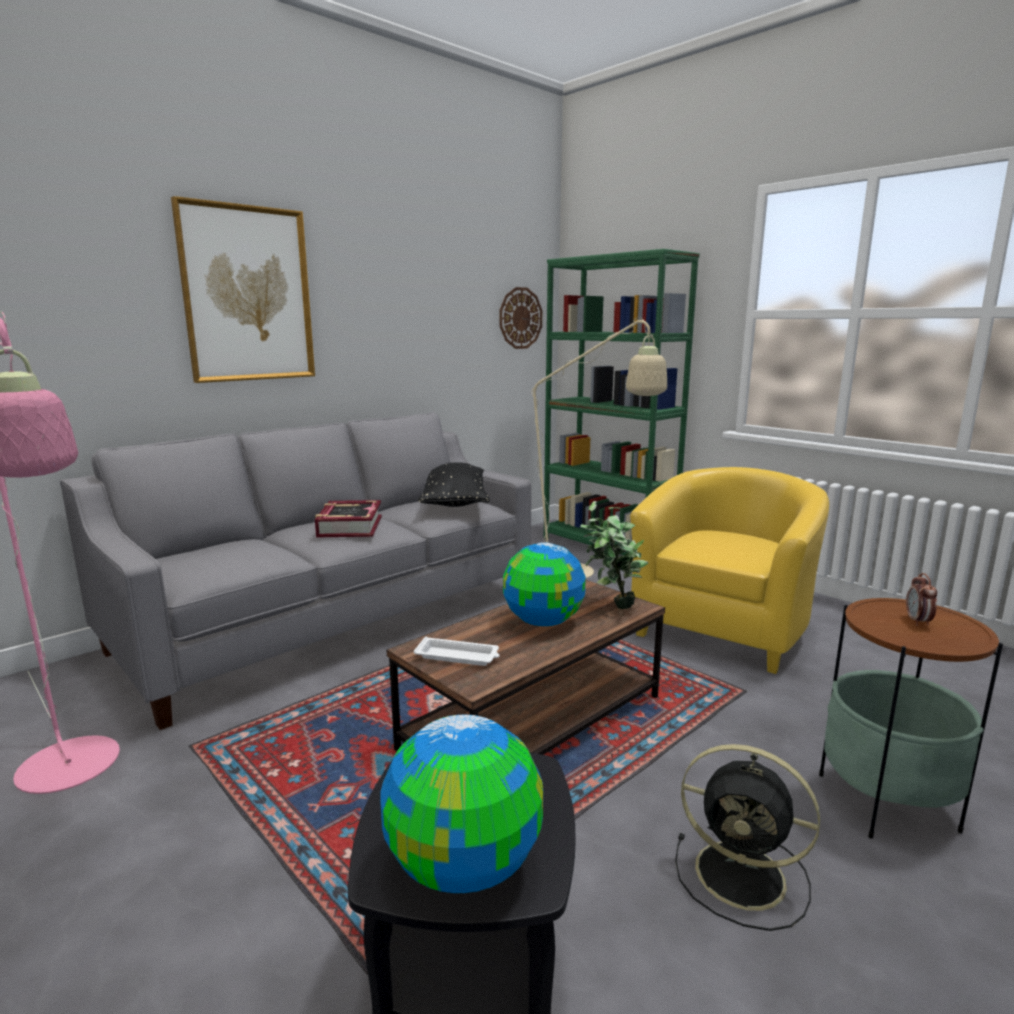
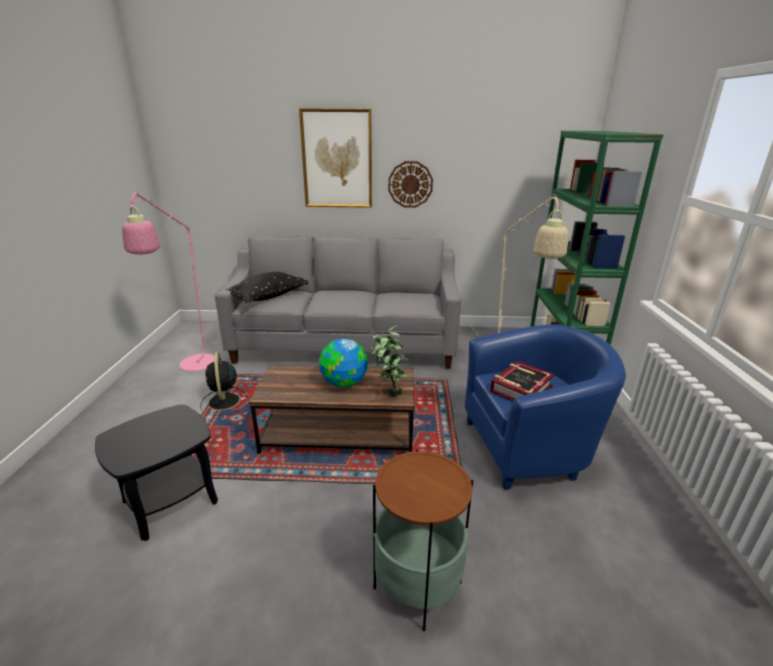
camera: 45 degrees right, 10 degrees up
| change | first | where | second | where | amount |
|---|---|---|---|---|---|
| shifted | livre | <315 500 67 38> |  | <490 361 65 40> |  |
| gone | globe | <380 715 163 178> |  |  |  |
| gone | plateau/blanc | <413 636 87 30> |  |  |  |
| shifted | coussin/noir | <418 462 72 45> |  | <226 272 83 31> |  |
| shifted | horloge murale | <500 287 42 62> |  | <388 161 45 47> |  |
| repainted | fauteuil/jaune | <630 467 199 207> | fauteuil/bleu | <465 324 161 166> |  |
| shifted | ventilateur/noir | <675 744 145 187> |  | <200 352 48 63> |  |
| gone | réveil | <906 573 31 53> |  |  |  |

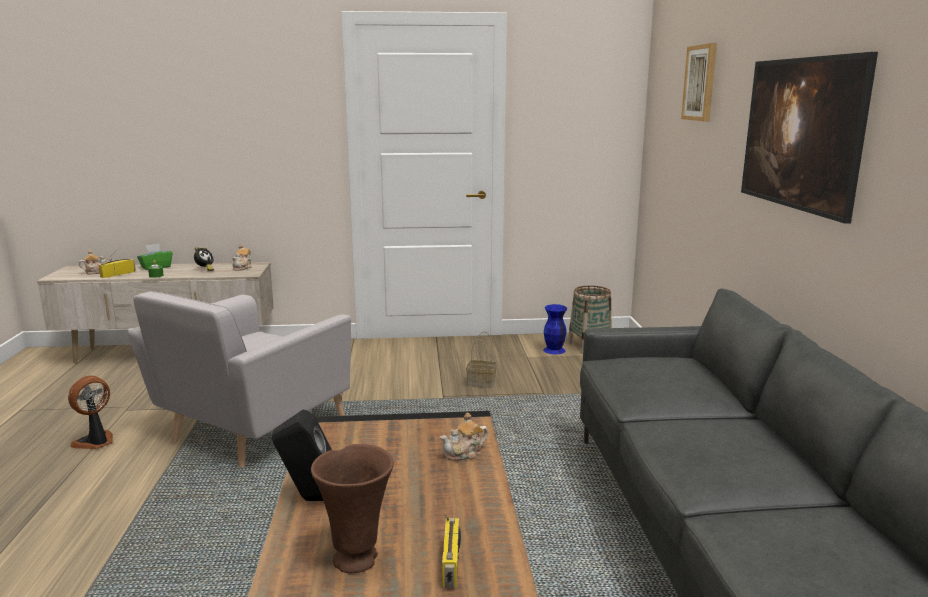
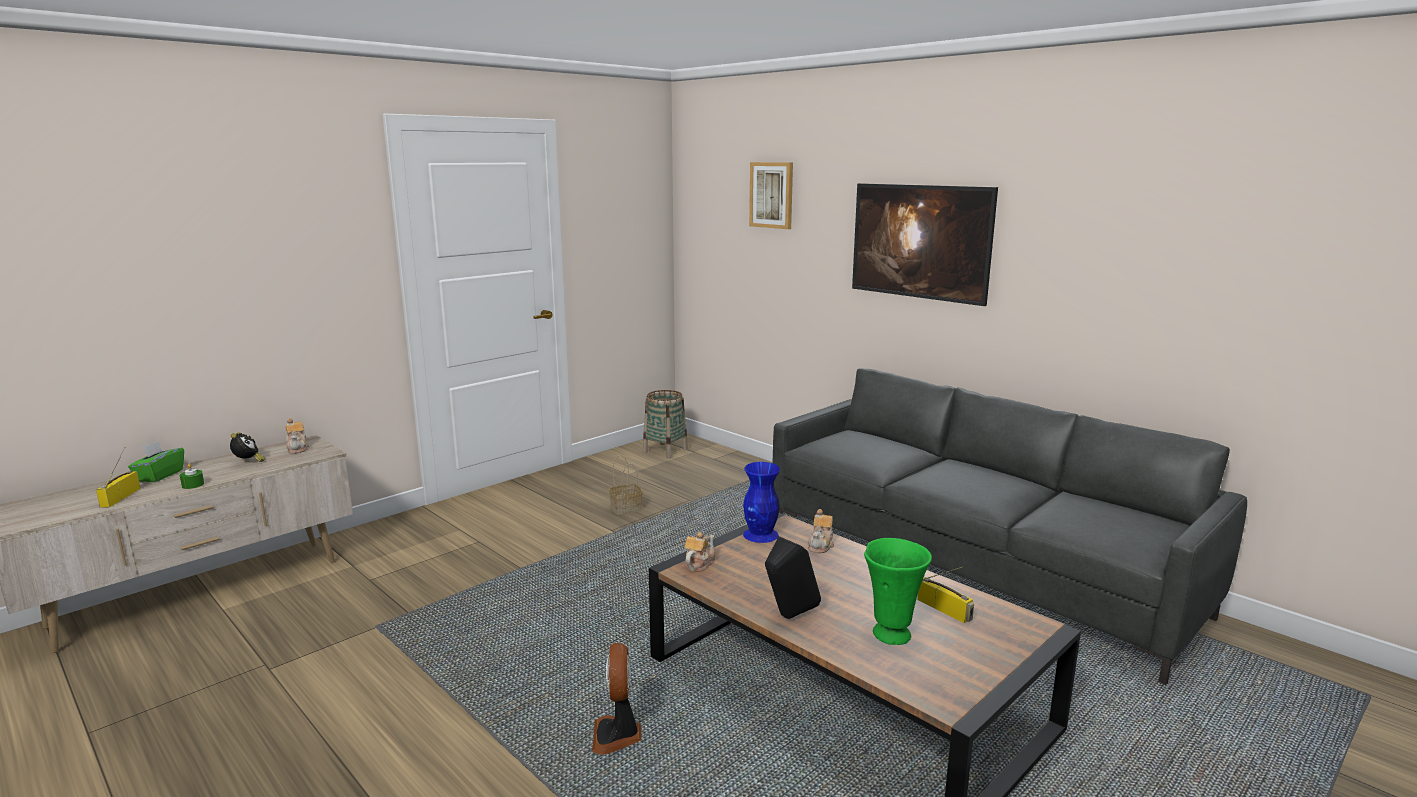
camera: 40 degrees left, 0 degrees up
| change | first | where | second | where | amount |
|---|---|---|---|---|---|
| shifted | ventilateur | <68 376 45 73> |  | <592 643 49 112> |  |
| shifted | théière | <79 250 33 24> |  | <685 532 30 40> |  |
| gone | fauteuil/gris | <128 291 223 176> |  |  |  |
| repainted | vase/marron | <311 444 83 129> | vase/vert | <864 538 68 107> |  |
| shifted | vase/bleu | <543 304 24 50> |  | <743 462 37 81> |  |

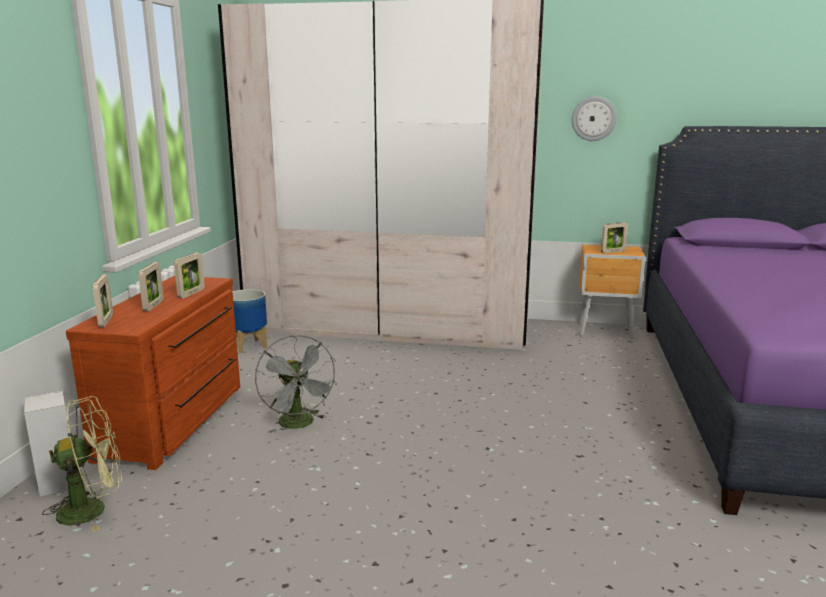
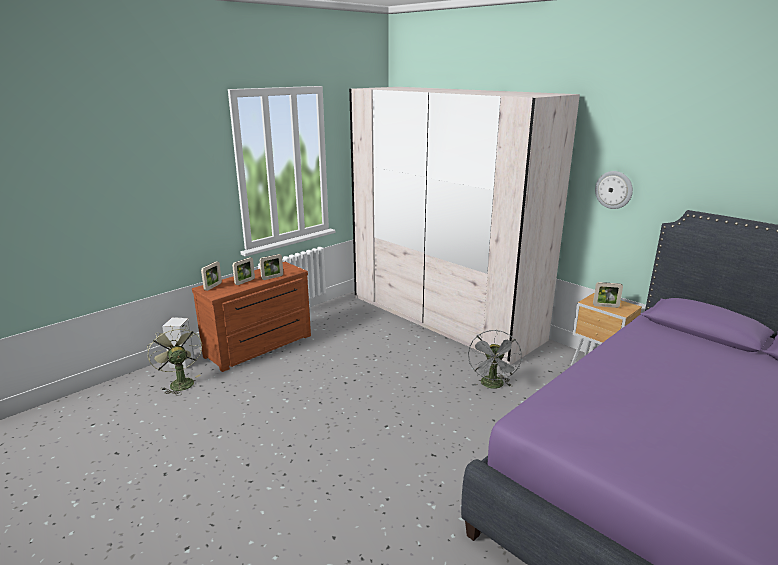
camera: 35 degrees right, 5 degrees up
| change | first | where | second | where | amount |
|---|---|---|---|---|---|
| rotated | ventilateur/vert | <42 396 80 136> |  | <147 326 55 70> | 135 degrees counterclockwise |
| gone | cache-pot | <233 289 34 64> |  |  |  |
| shifted | ventilateur/gris | <255 335 82 98> |  | <468 330 54 59> |  |

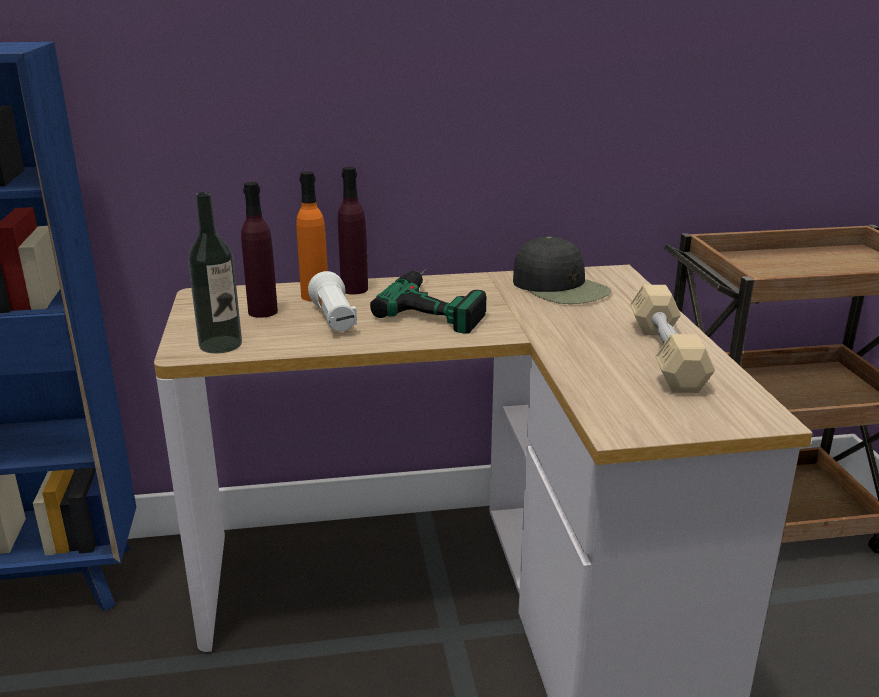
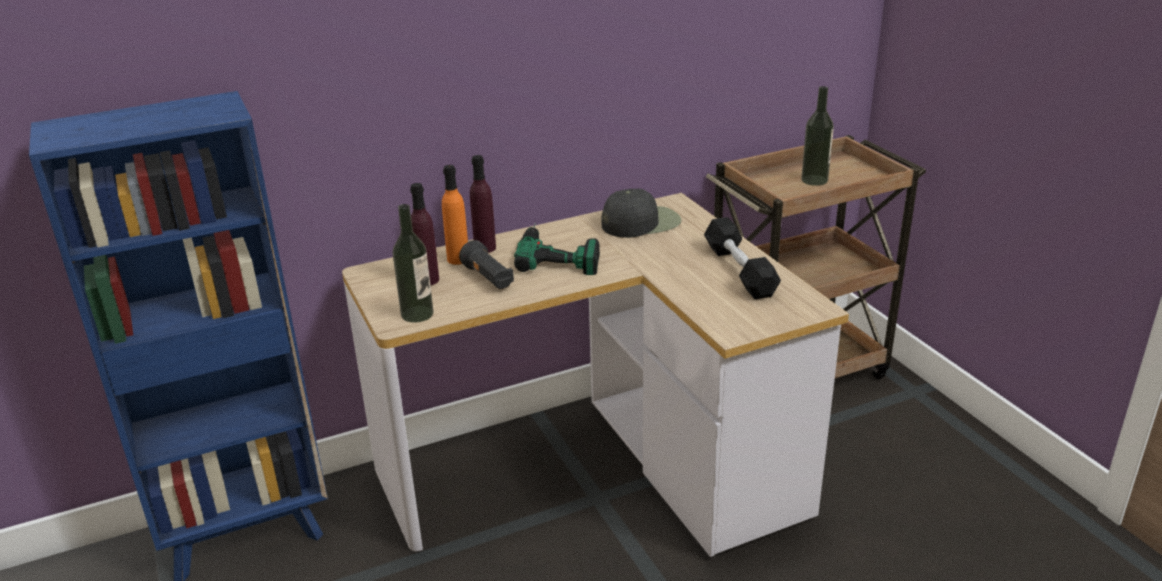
camera: 15 degrees left, 5 degrees up
| change | first | where | second | where | amount |
|---|---|---|---|---|---|
| repainted | lampe de poche/blanc | <308 271 49 61> | lampe de poche/noir | <459 240 55 49> |  |
| rotated | casquette/noir | <513 237 98 67> |  | <601 189 80 49> | 60 degrees counterclockwise |
| repainted | haltère/beige | <630 285 85 108> | haltère/noir | <704 217 77 82> |  |
| new |  |  | bouteille | <801 86 33 100> |  |

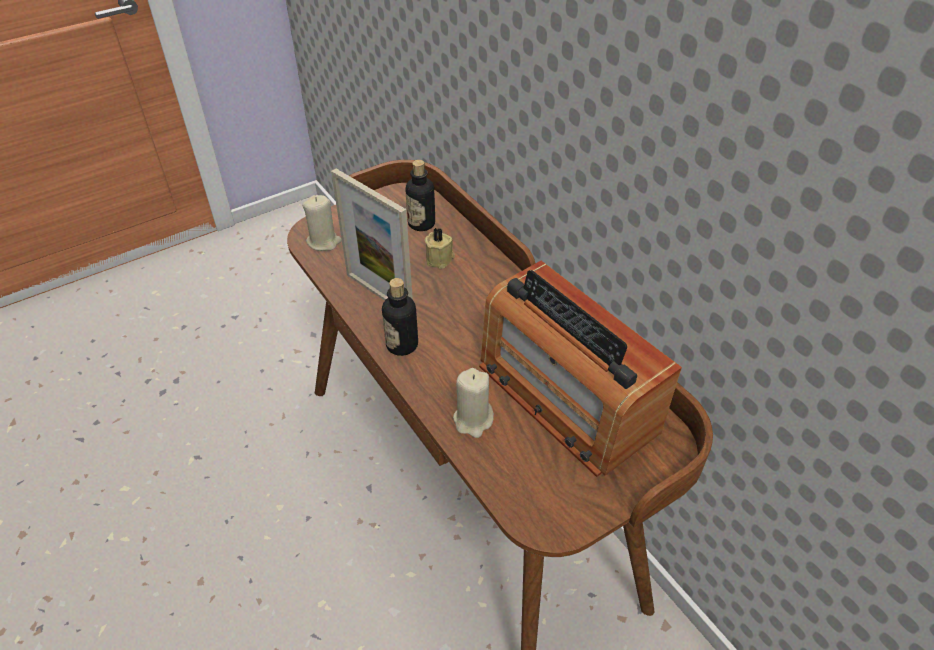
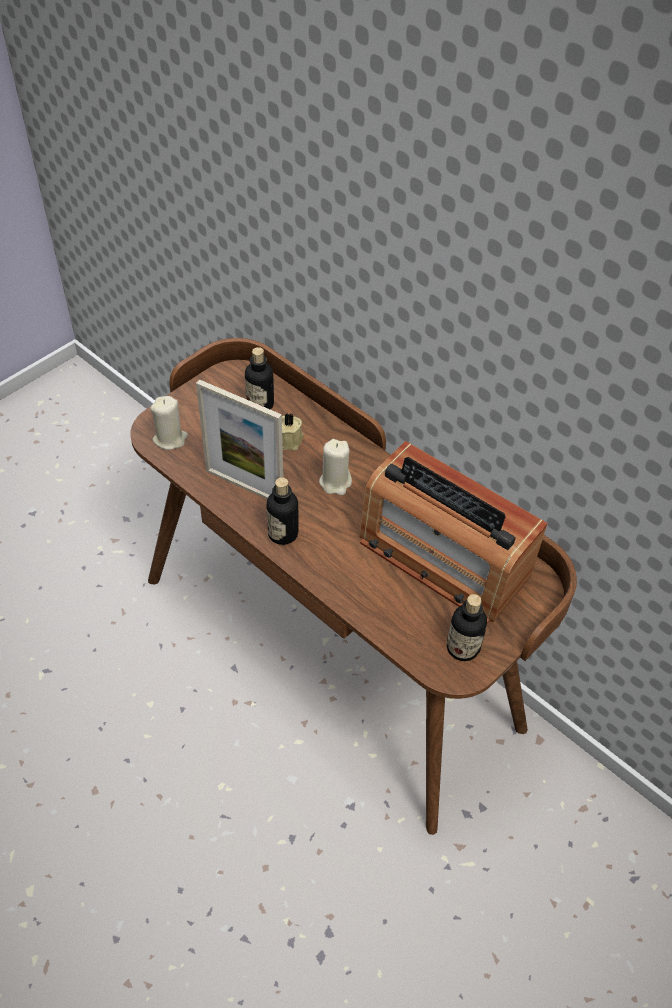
camera: 15 degrees left, 5 degrees up
| change | first | where | second | where | amount |
|---|---|---|---|---|---|
| shifted | bougie/beige | <453 368 41 70> |  | <319 439 33 56> |  |
| new |  |  | bouteille | <447 594 40 67> |  |

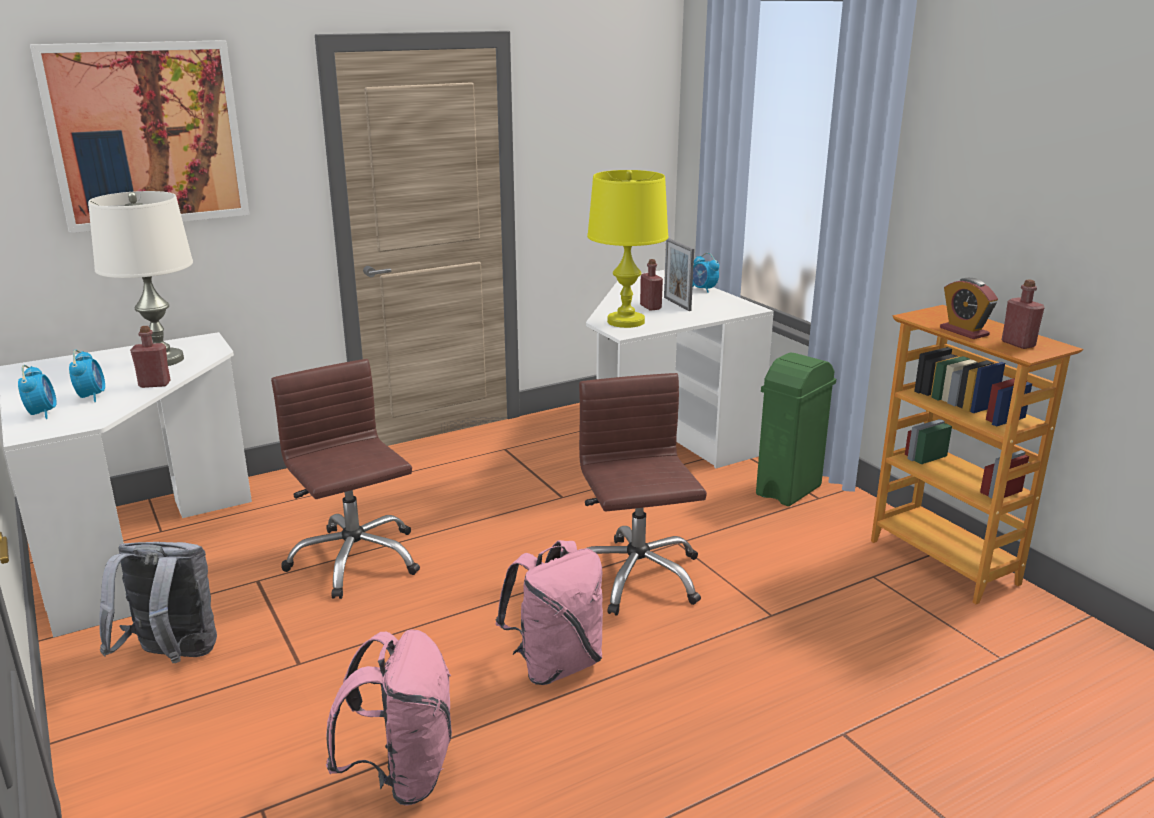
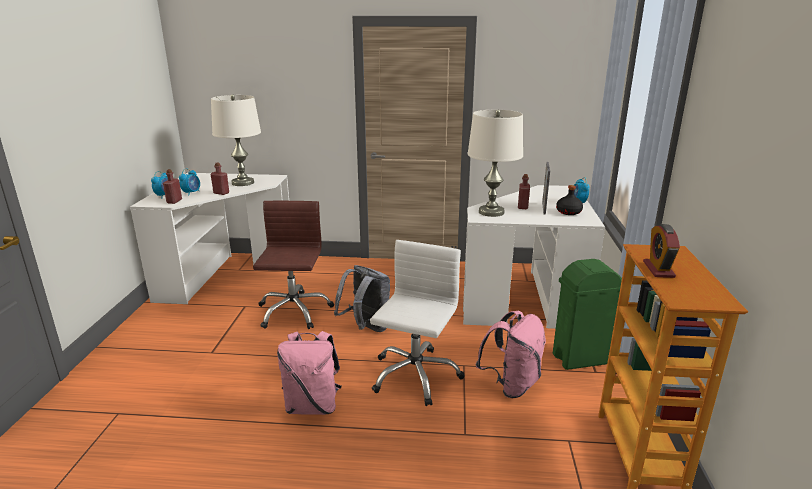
camera: 35 degrees right, 0 degrees up
| change | first | where | second | where | amount |
|---|---|---|---|---|---|
| gone | tableau | <30 40 220 193> |  |  |  |
| shifted | sac à dos/gris | <99 542 118 121> |  | <334 265 56 67> |  |
| shifted | sac à dos/rose | <326 629 126 176> |  | <476 311 70 87> |  |
| repainted | chaise de bureau/marron | <579 373 128 243> | chaise de bureau/blanc | <370 240 95 166> |  |
| repainted | lampe de table/jaune | <587 170 81 158> | lampe de table/blanc | <468 110 55 107> |  |
| shifted | bouteille/rouge | <1002 280 43 69> |  | <163 169 19 35> |  |
| new |  |  | bouteille/noir | <556 185 27 30> |  |

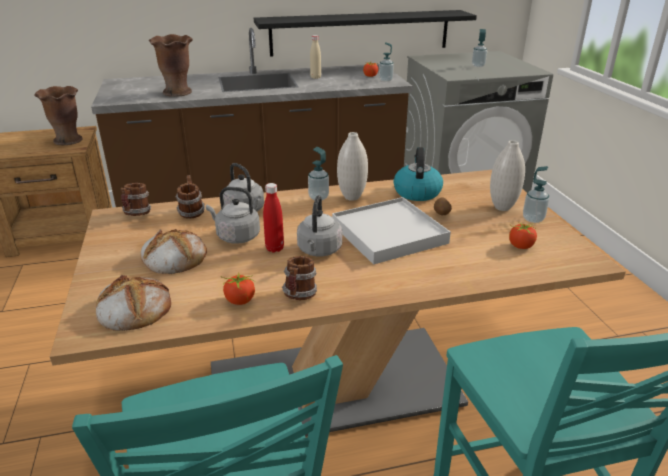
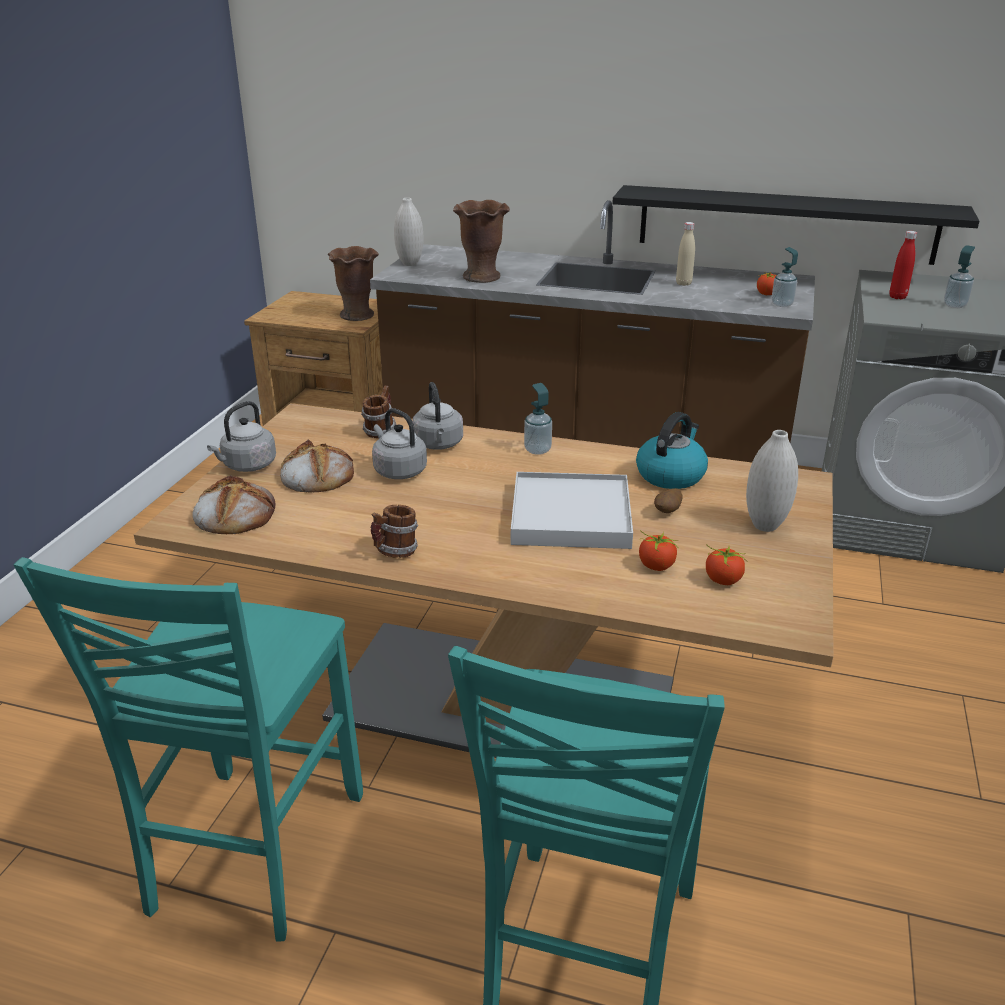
camera: 30 degrees right, 0 degrees up
| change | first | where | second | where | amount |
|---|---|---|---|---|---|
| gone | mug | <121 183 30 33> |  |  |  |
| shifted | tomate | <220 272 35 33> |  | <639 530 40 41> |  |
| shifted | bouteille/rouge | <263 183 21 70> |  | <889 231 28 68> |  |
| shifted | bouilloire/gris | <297 195 45 62> |  | <207 401 69 71> |  |
| shifted | vase/blanc | <337 132 31 69> |  | <394 198 30 68> |  |
| gone | distributeur de savon | <523 166 26 57> |  |  |  |

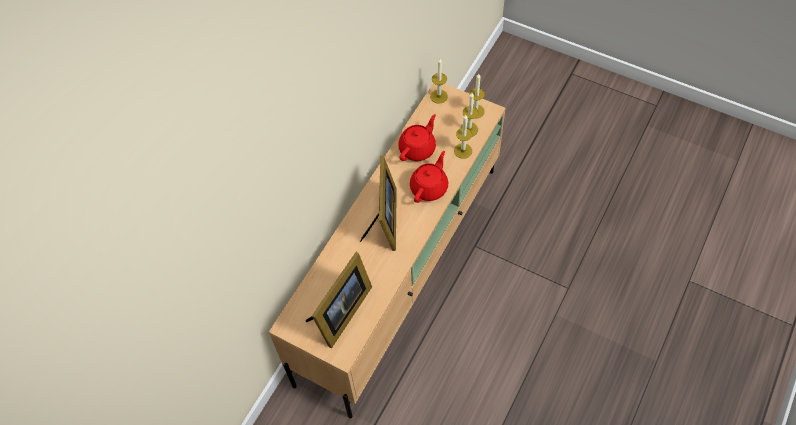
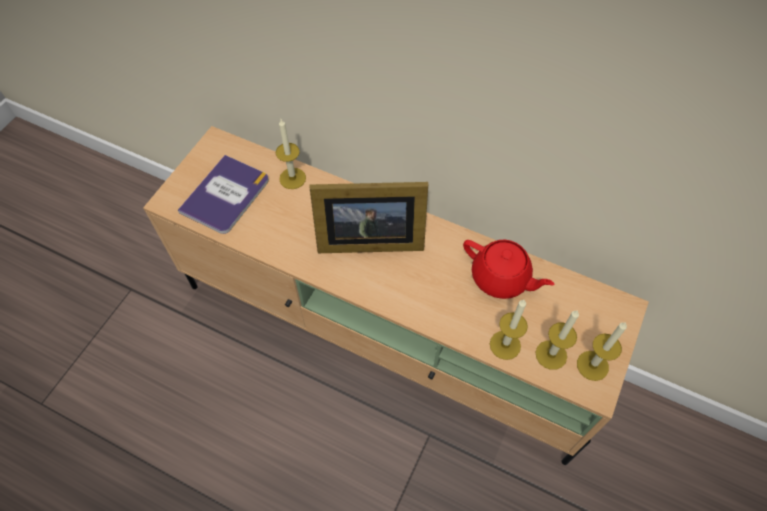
camera: 85 degrees right, 0 degrees up
| change | first | where | second | where | amount |
|---|---|---|---|---|---|
| swapped | cadre photo | <306 252 66 96> | livre | <178 155 91 79> |  |
| gone | théière/rouge | <410 151 38 52> |  |  |  |
| shifted | bougie | <430 59 18 45> |  | <276 119 30 70> |  |

